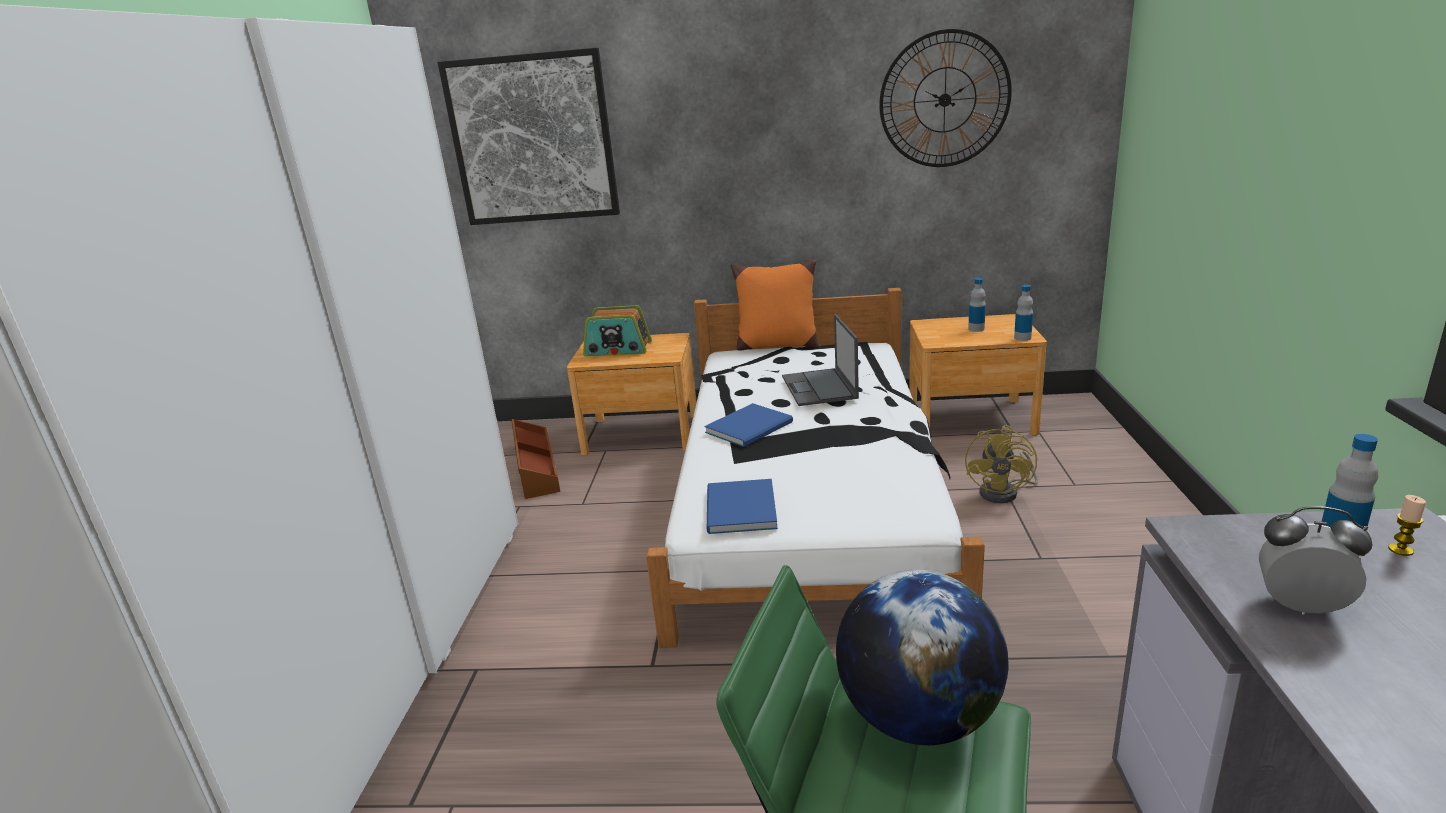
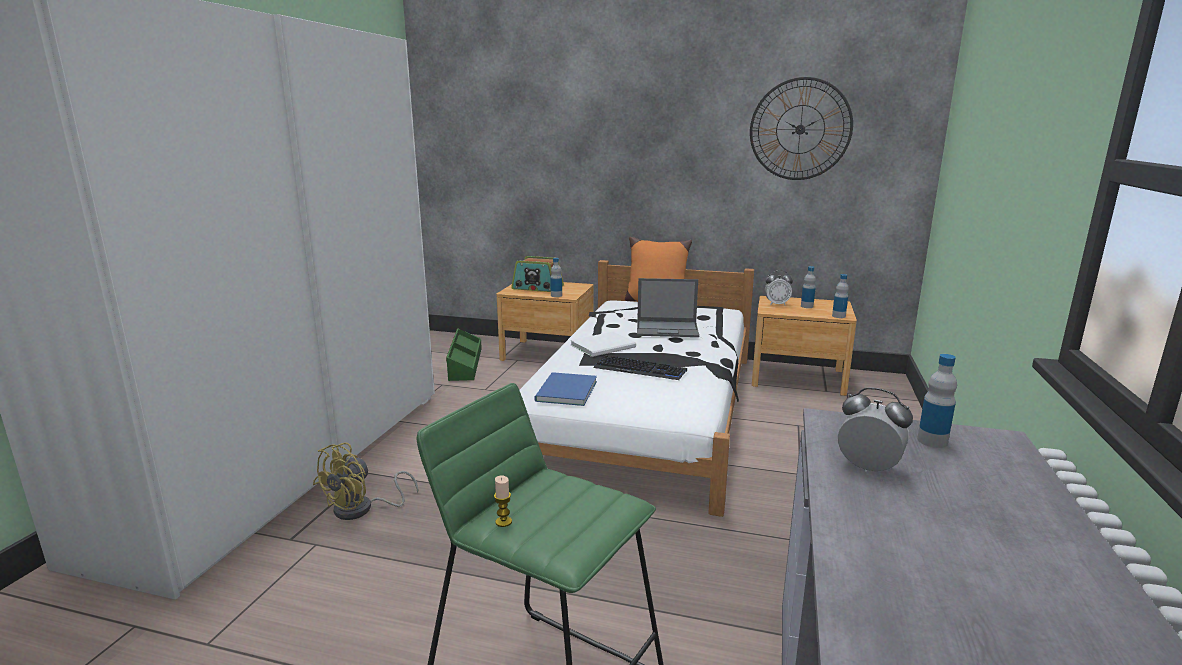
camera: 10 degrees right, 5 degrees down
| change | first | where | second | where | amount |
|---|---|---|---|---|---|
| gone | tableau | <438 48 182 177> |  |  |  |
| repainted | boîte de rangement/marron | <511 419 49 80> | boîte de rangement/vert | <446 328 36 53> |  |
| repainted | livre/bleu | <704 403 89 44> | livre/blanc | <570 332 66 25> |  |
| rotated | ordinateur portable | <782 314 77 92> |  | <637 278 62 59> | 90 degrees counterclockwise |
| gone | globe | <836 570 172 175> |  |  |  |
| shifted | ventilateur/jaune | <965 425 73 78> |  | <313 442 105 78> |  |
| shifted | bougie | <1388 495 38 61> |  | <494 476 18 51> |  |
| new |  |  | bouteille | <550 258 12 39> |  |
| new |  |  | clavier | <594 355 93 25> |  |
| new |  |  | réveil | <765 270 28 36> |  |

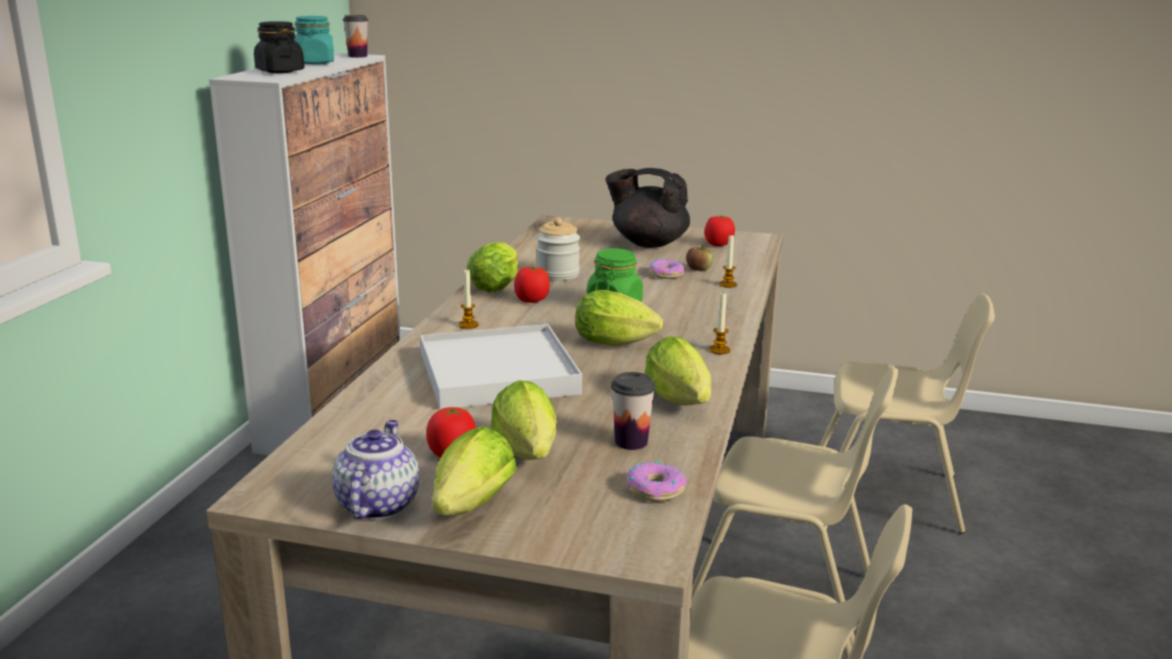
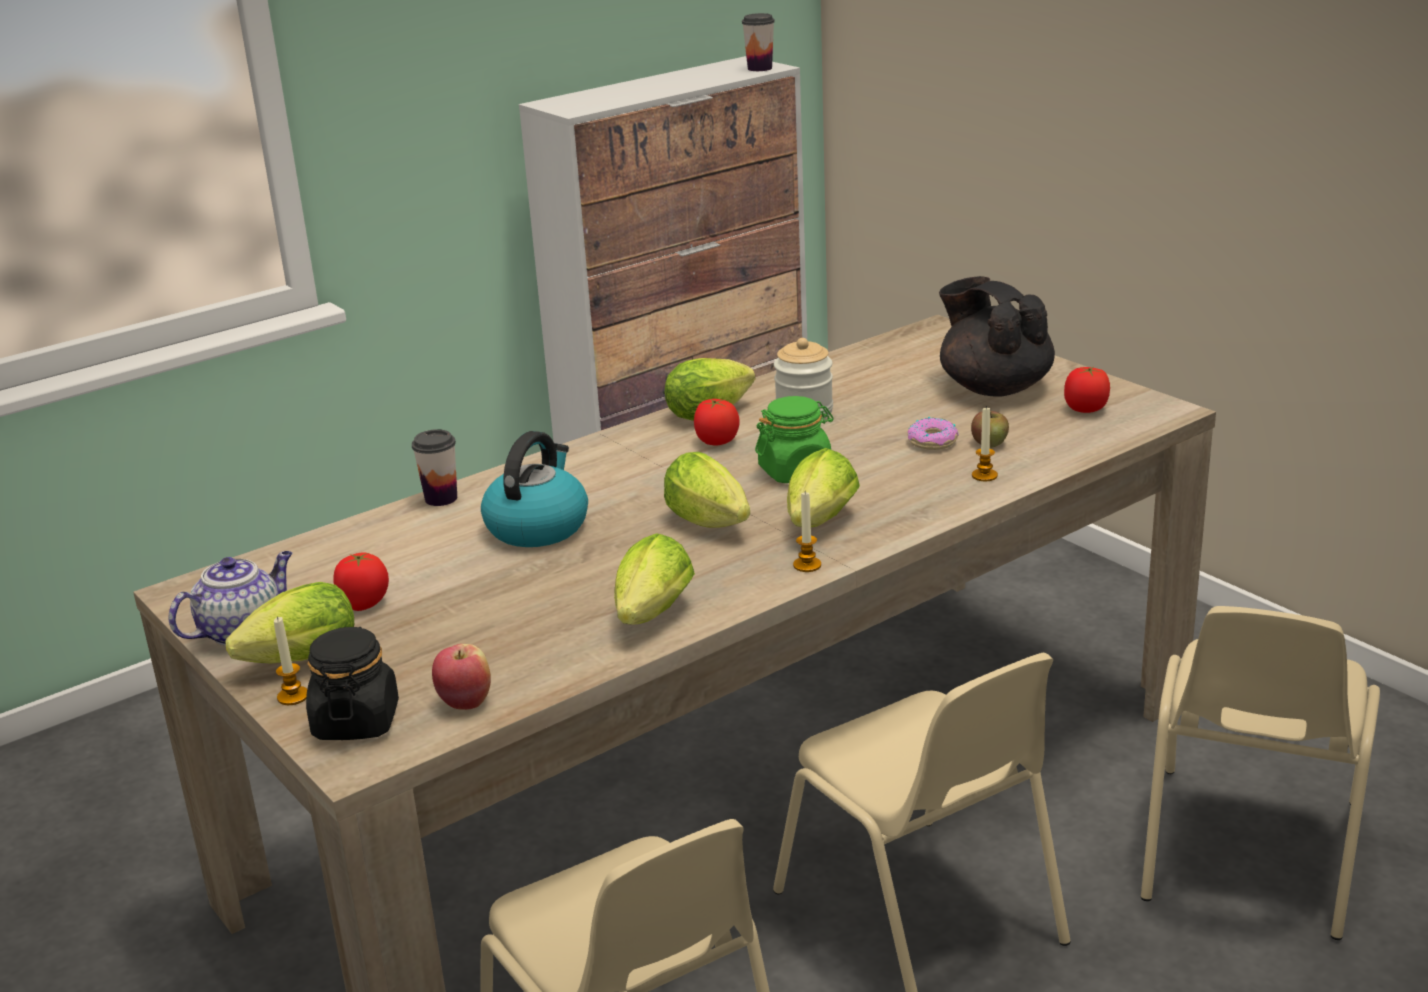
camera: 40 degrees right, 5 degrees up
| change | first | where | second | where | amount |
|---|---|---|---|---|---|
| shifted | bocal/noir | <254 21 50 52> |  | <306 627 93 113> |  |
| gone | bocal/turquoise | <294 16 40 48> |  |  |  |
| swapped | plateau/blanc | <420 324 162 85> | bouilloire | <481 431 107 116> |  |
| shifted | bougie | <458 269 20 60> |  | <274 616 33 89> |  |
| shifted | laitue | <491 380 66 80> |  | <787 448 73 79> |  |
| shifted | tasse | <611 372 44 78> |  | <412 429 45 77> |  |
| swapped | beignet | <627 461 60 41> | pomme | <432 644 59 66> |  |
| rotated | chaise/beige | <819 293 176 241> |  | <1141 606 239 334> | 60 degrees clockwise |

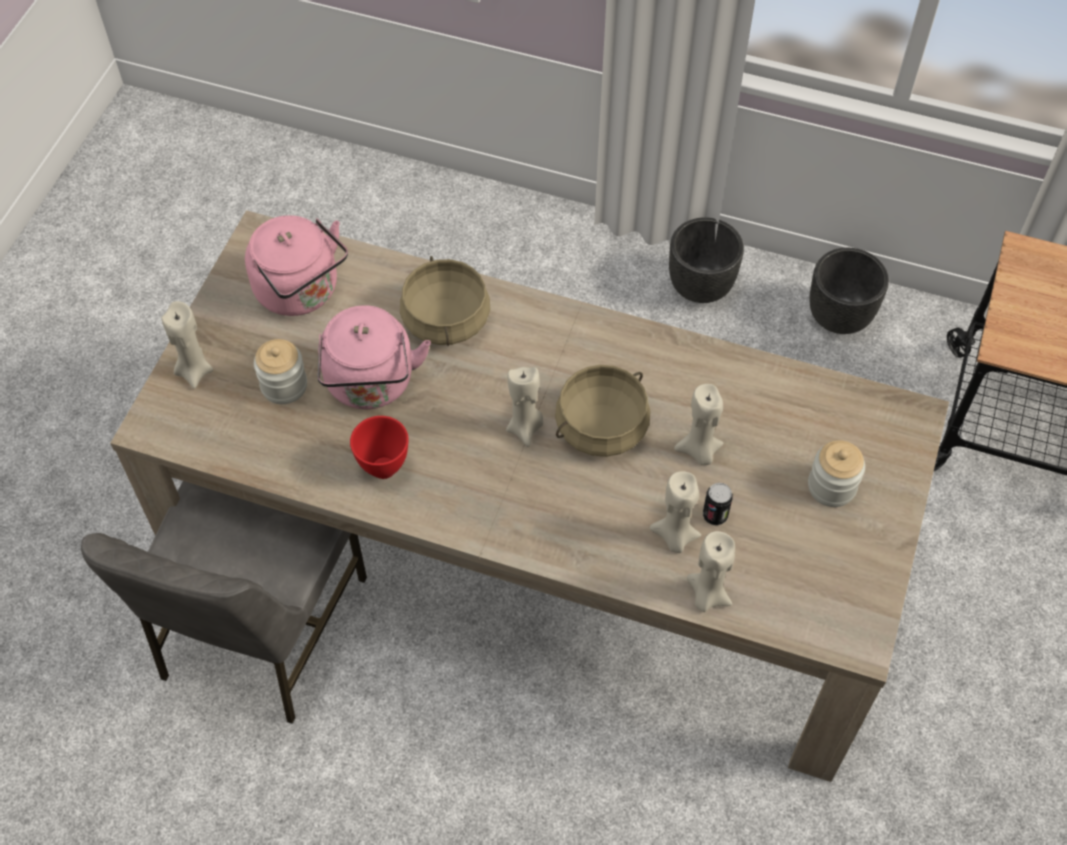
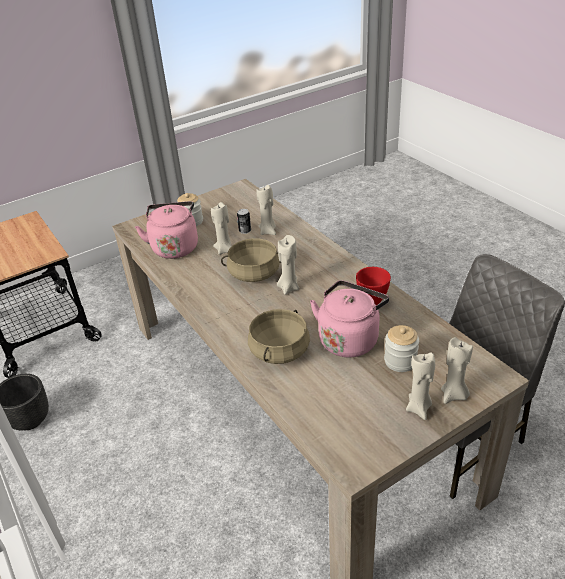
camera: 140 degrees left, 20 degrees down
| change | first | where | second | where | amount |
|---|---|---|---|---|---|
| shifted | bouilloire/rose | <245 215 103 101> |  | <135 201 63 58> |  |
| gone | cache-pot/noir | <669 217 75 86> |  |  |  |
| shifted | bougie/beige | <687 531 48 81> |  | <406 352 29 68> |  |

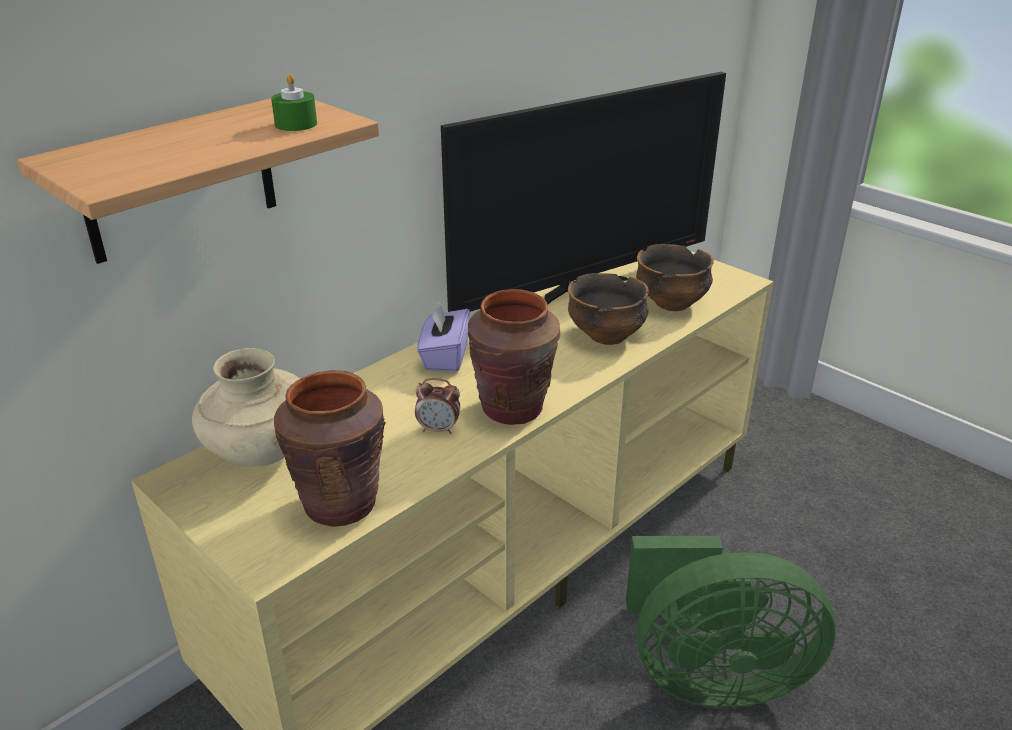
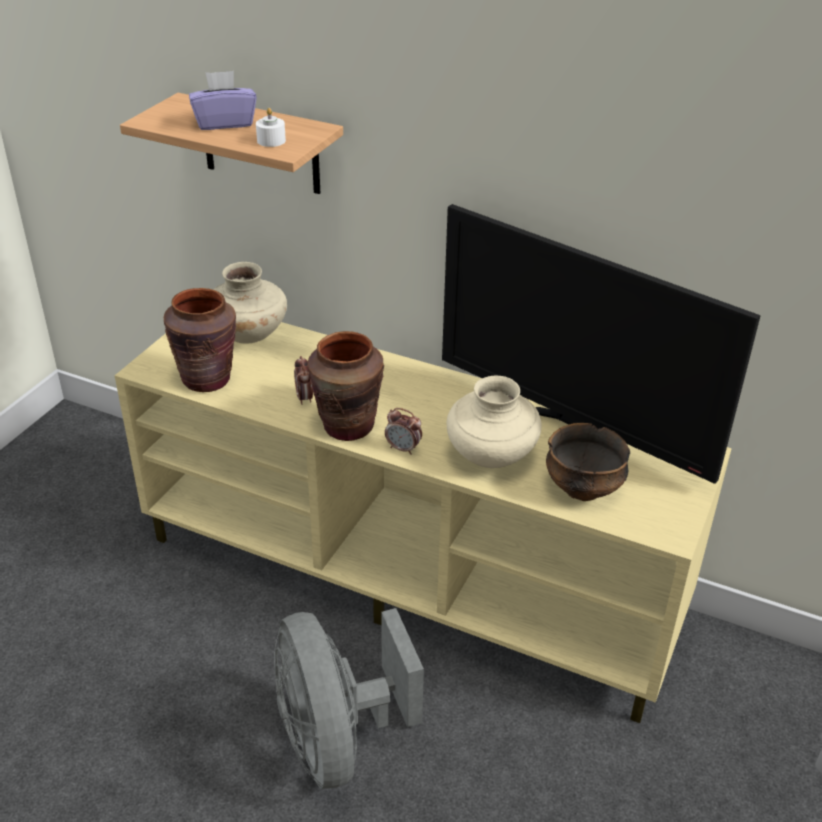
camera: 70 degrees right, 5 degrees up
| change | first | where | second | where | amount |
|---|---|---|---|---|---|
| repainted | bougie/vert | <271 74 46 57> | bougie/blanc | <256 108 30 39> |  |
| shifted | boîte à mouchoirs/violet | <417 302 53 70> |  | <189 71 68 59> |  |
| swapped | bol | <568 273 81 72> | vase/beige | <447 376 94 92> |  |
| repainted | ventilateur/vert | <626 536 210 172> | ventilateur/gris | <274 608 150 181> |  |
| new |  |  | réveil | <385 408 37 47> |  |

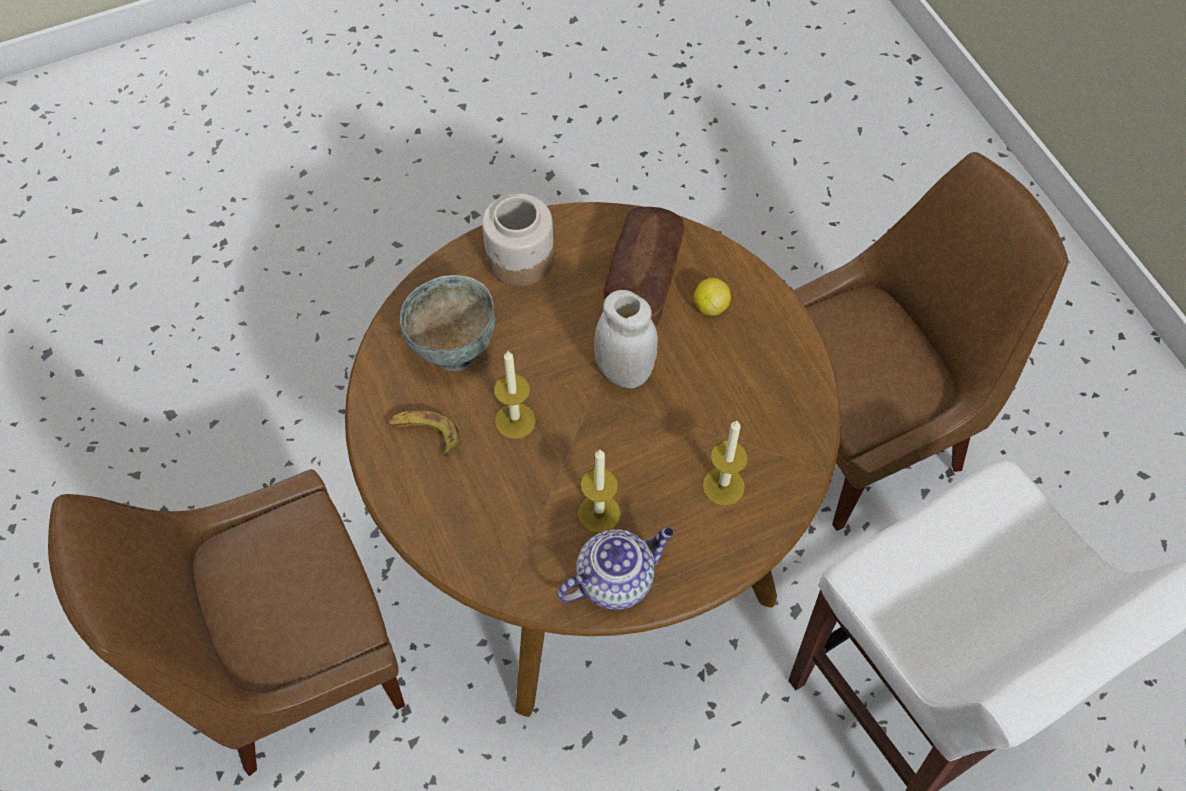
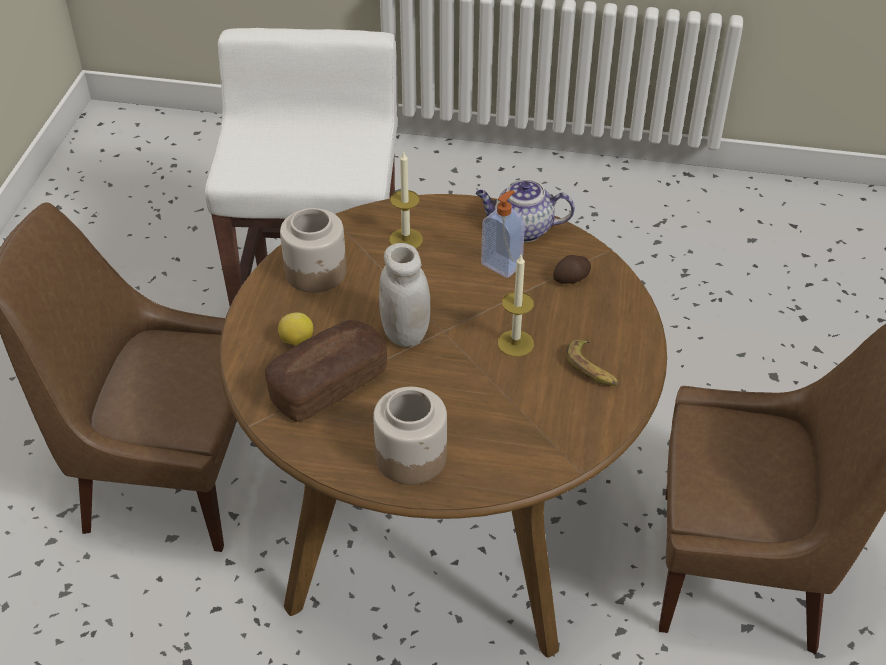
camera: 145 degrees left, 15 degrees down
| change | first | where | second | where | amount |
|---|---|---|---|---|---|
| gone | bol/gris | <400 275 96 96> |  |  |  |
| swapped | bougie | <578 450 43 83> | distributeur de savon | <481 190 44 88> |  |
| new |  |  | bocal | <280 208 66 85> |  |
| new |  |  | pomme de terre | <553 255 38 29> |  |

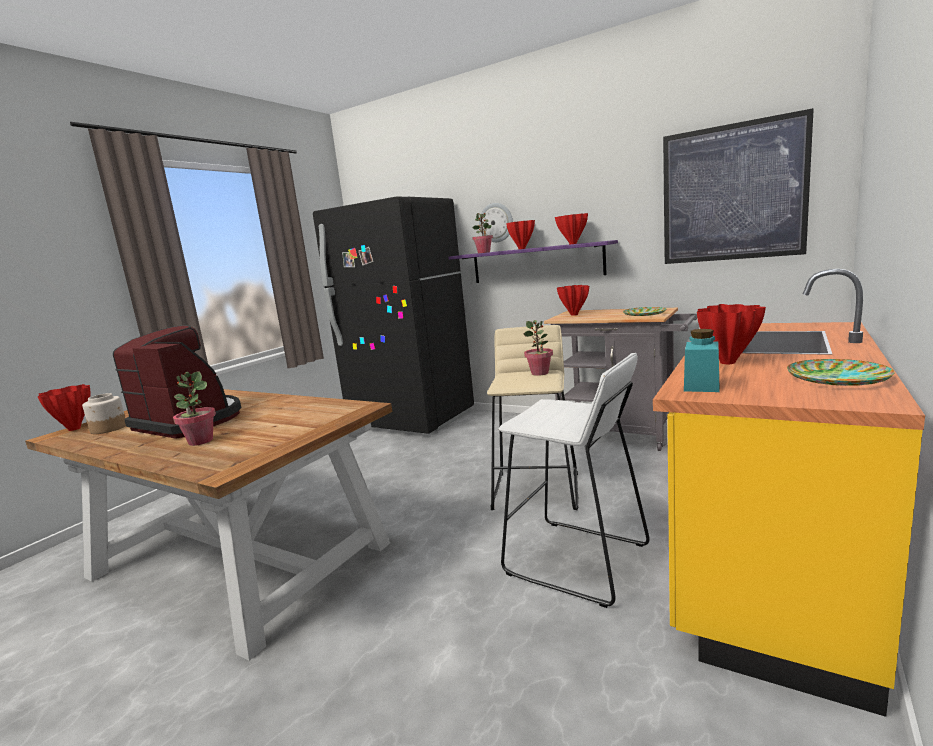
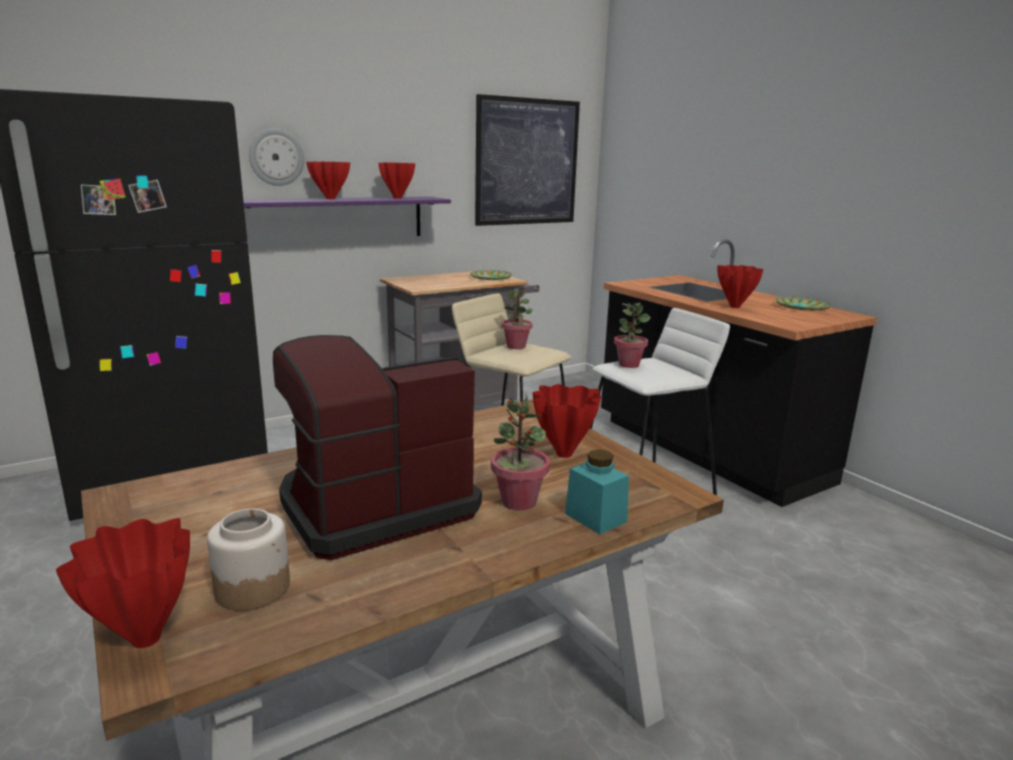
camera: 65 degrees left, 5 degrees up
| change | first | where | second | where | amount |
|---|---|---|---|---|---|
| shifted | plante en pot | <472 213 21 40> |  | <614 303 37 65> |  |
| shifted | vase/rouge | <557 285 32 31> |  | <533 384 68 74> |  |
| repainted | comptoir de cuisine/jaune | <653 269 272 448> | comptoir de cuisine/noir | <601 239 276 268> |  |
| shifted | bocal/turquoise | <684 329 36 63> |  | <565 450 64 84> |  |

